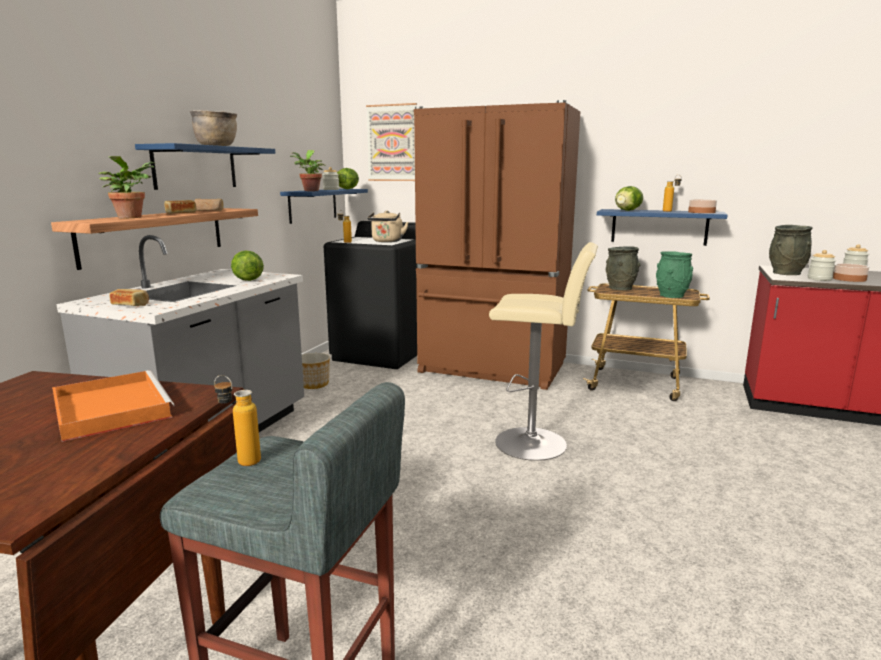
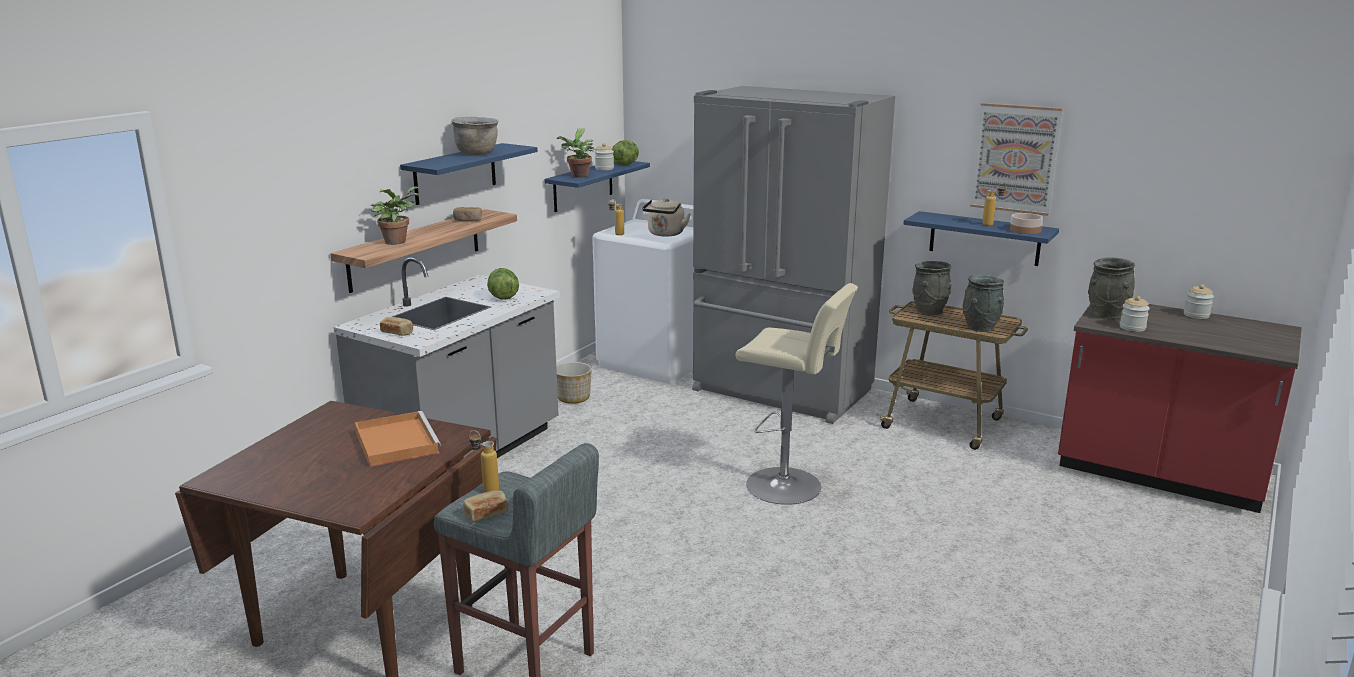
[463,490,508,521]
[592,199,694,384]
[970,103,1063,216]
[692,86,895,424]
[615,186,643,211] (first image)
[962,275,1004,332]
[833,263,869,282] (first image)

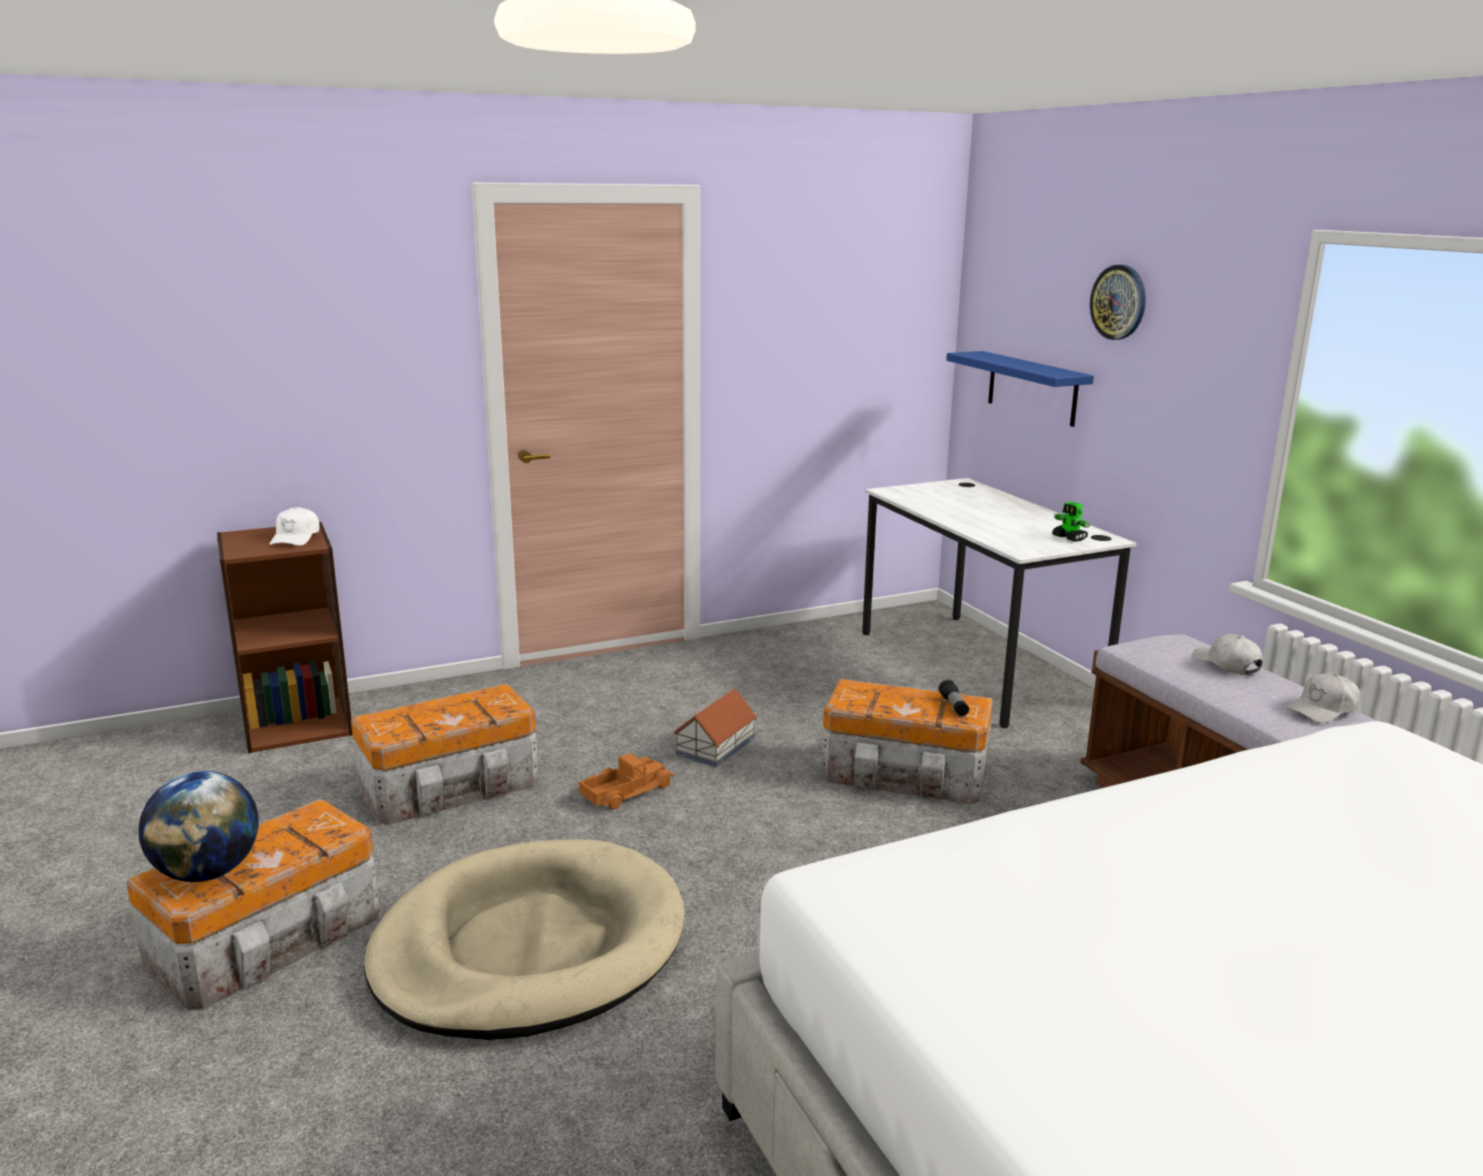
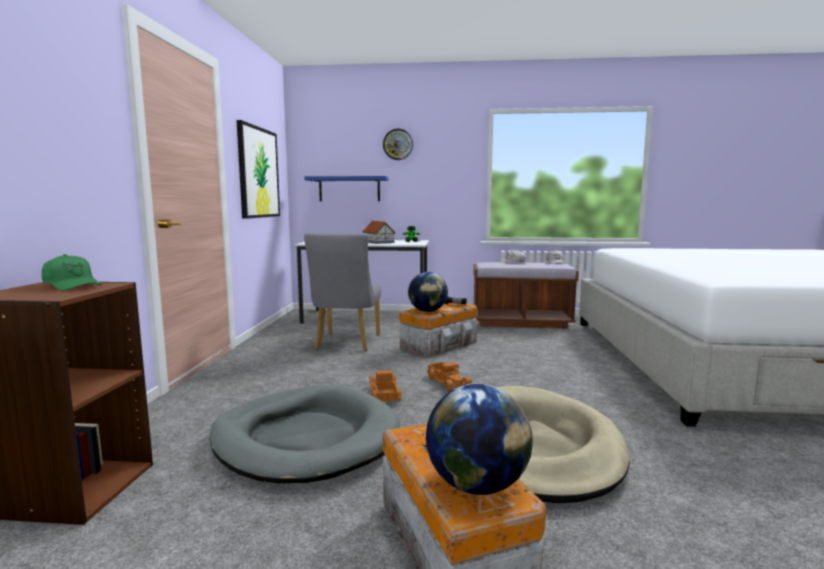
[42,254,102,291]
[209,385,400,483]
[362,221,396,244]
[237,120,280,219]
[304,233,381,351]
[408,272,448,312]
[426,362,472,392]

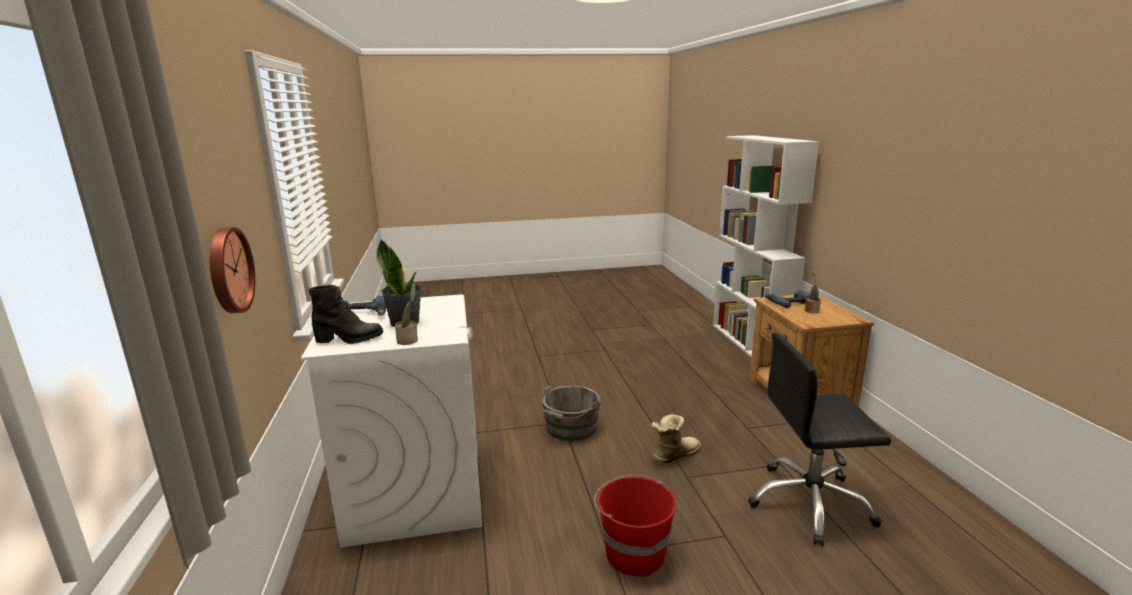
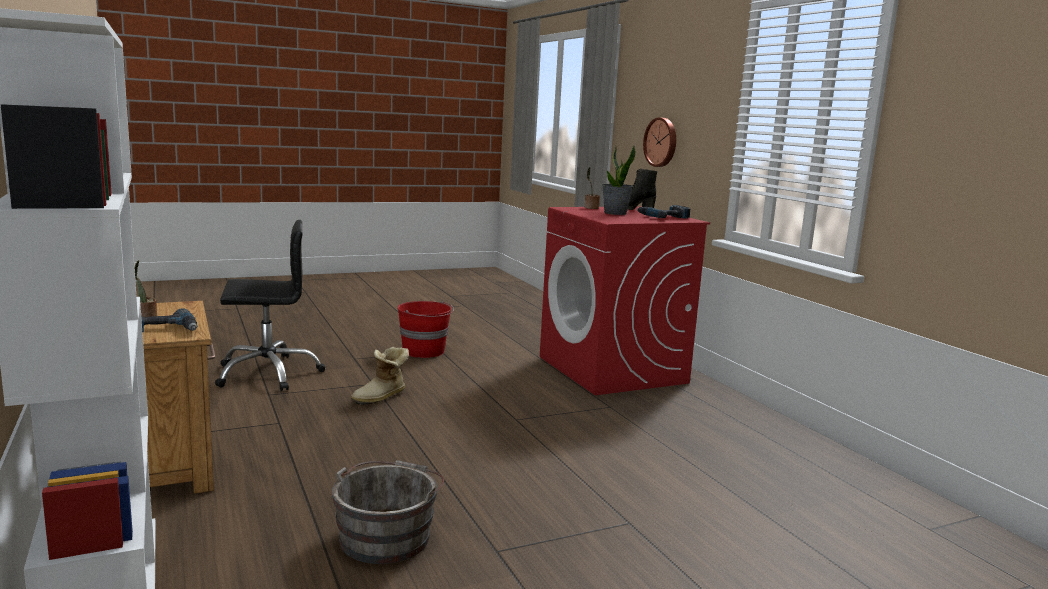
[540,207,710,395]
[332,460,444,564]

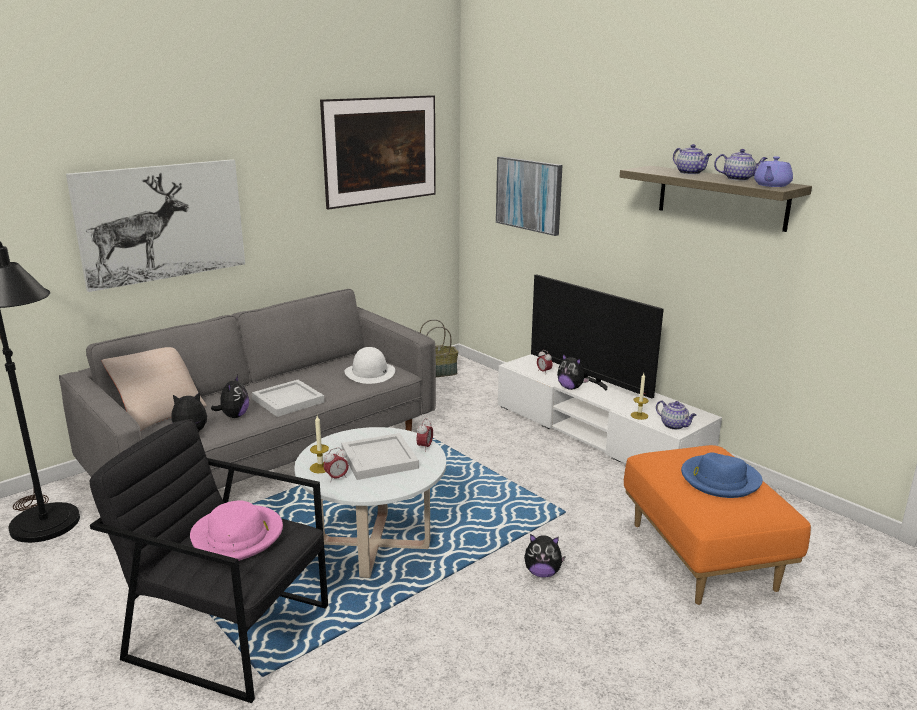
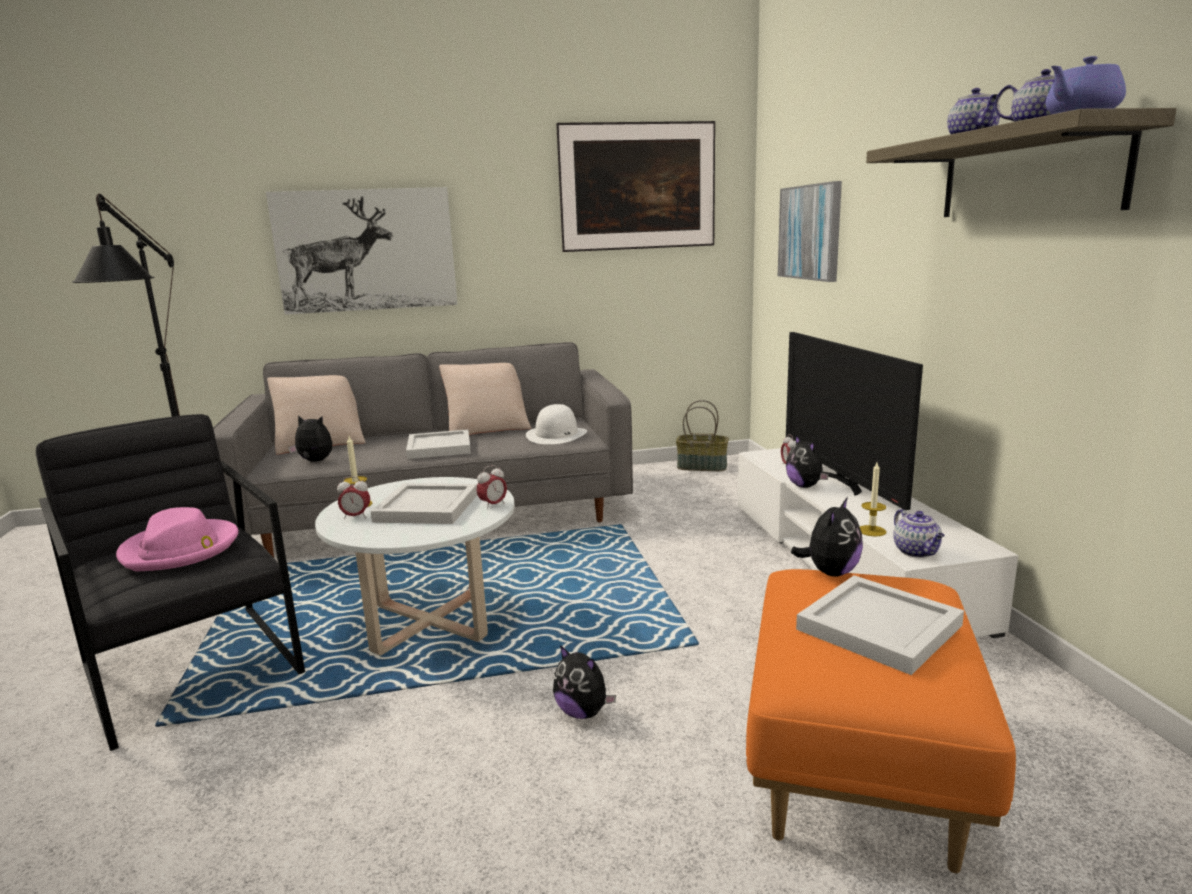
[791,497,863,577]
[796,575,964,675]
[439,363,531,435]

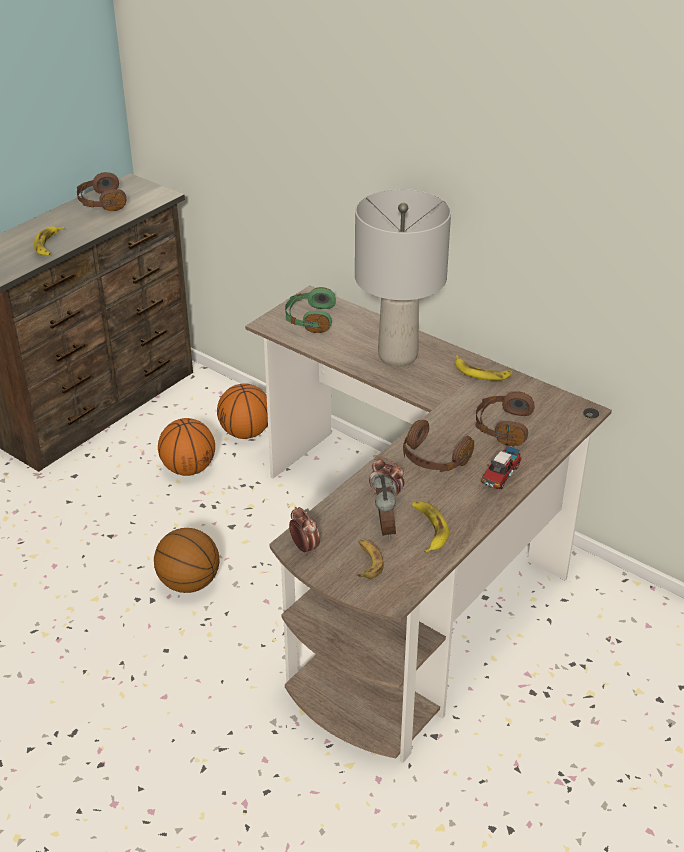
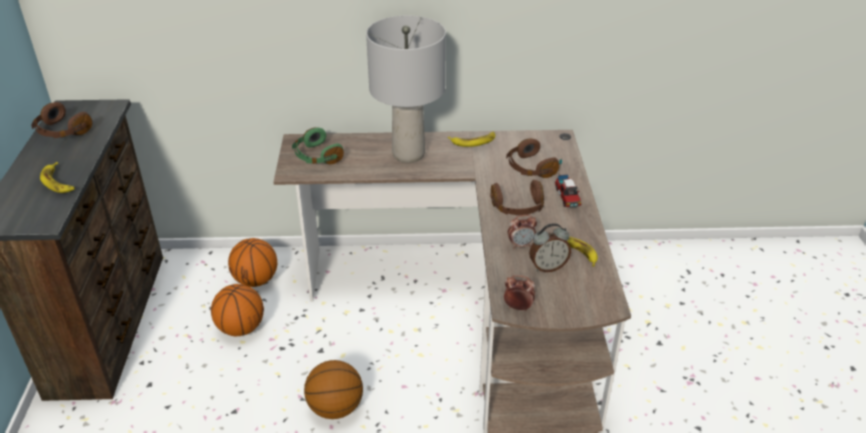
[357,540,384,579] (first image)
[529,223,571,272]

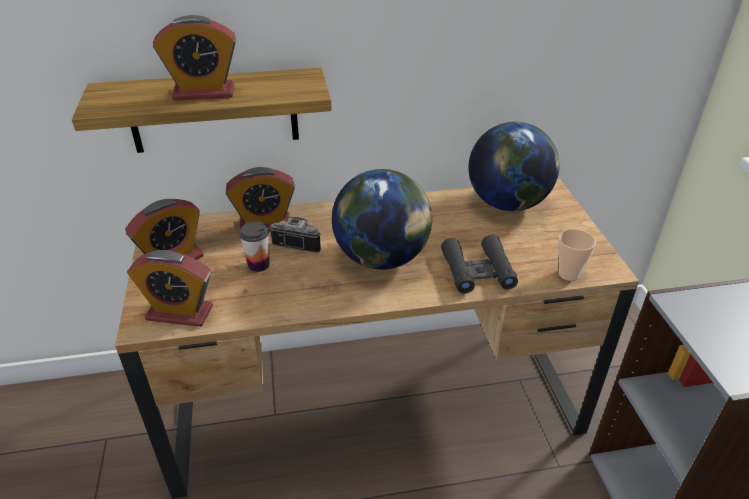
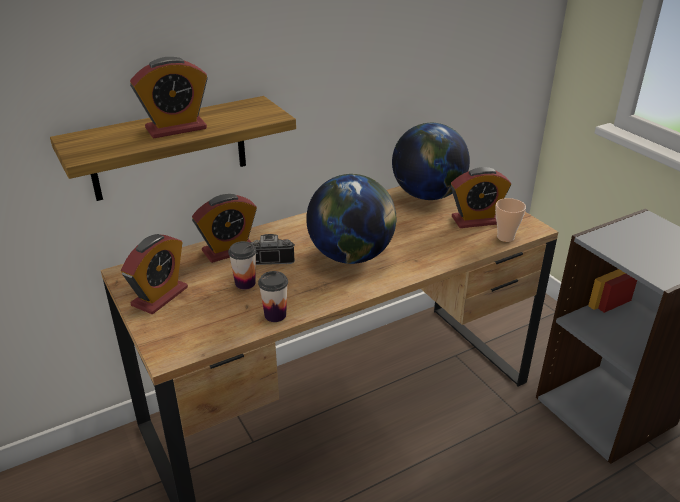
[451,167,511,228]
[441,235,518,294] (first image)
[258,271,288,322]

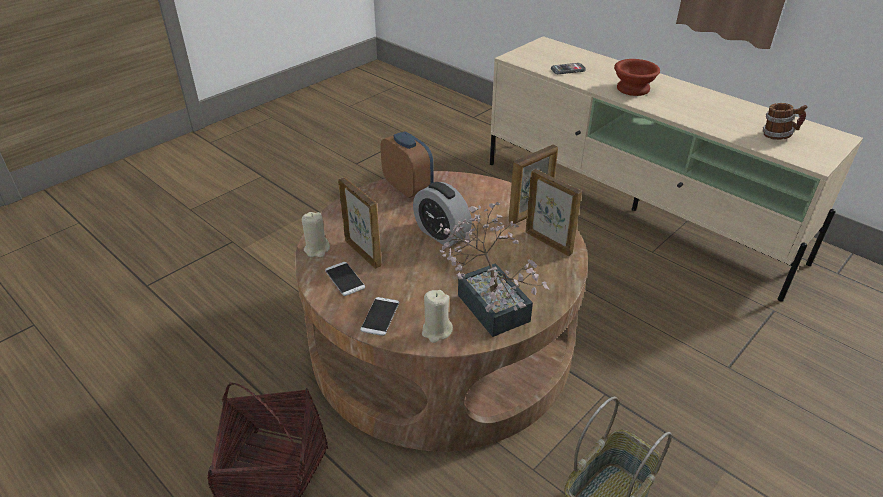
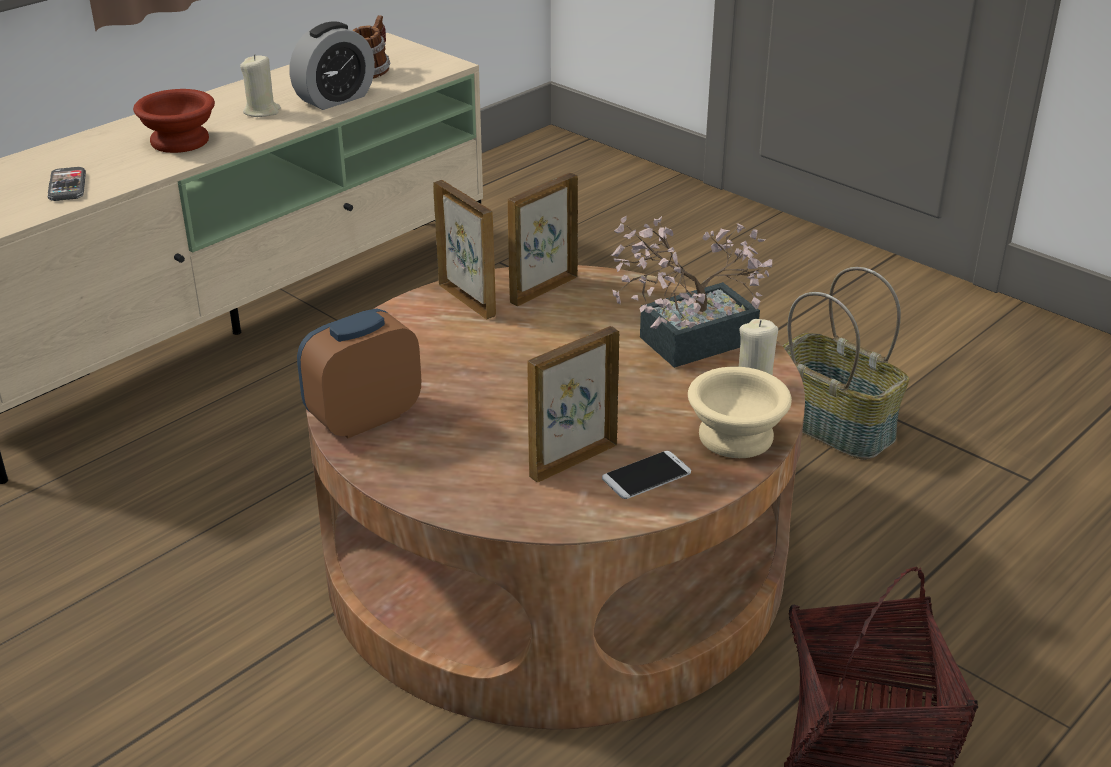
[240,54,281,117]
[688,367,792,458]
[290,21,375,110]

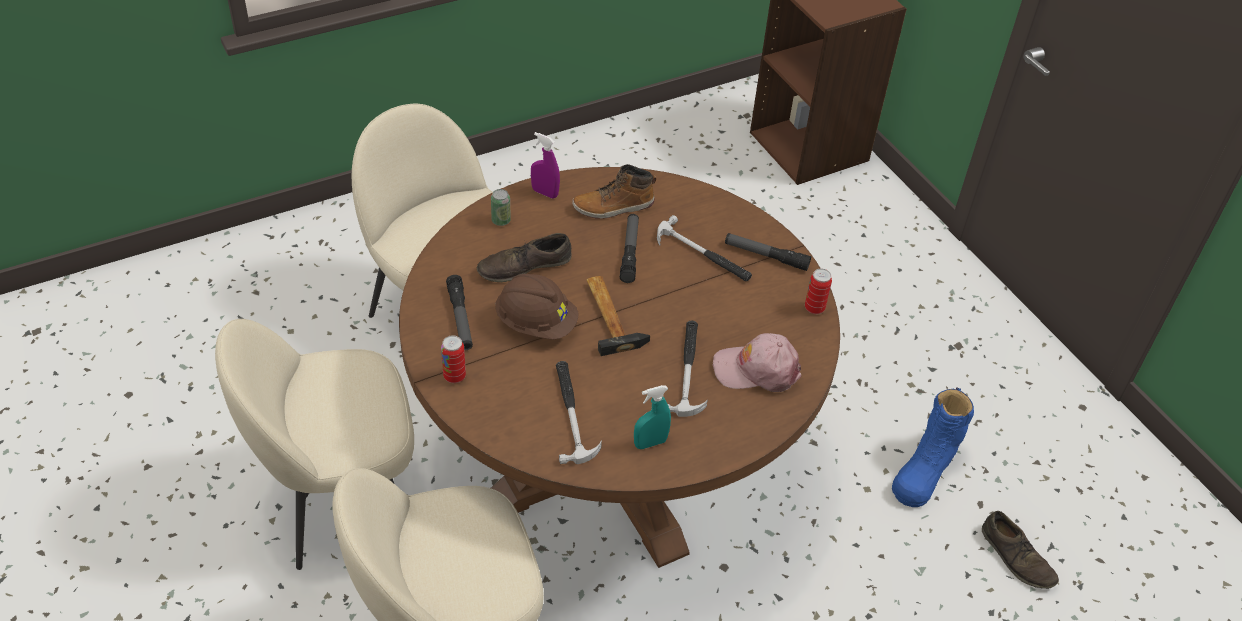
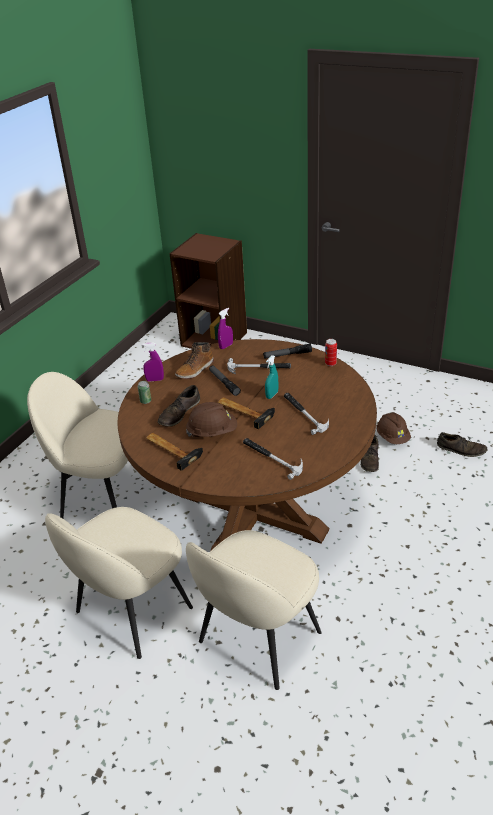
[441,335,466,383] (first image)
[146,433,203,471]
[265,355,278,399]
[713,333,801,392] (first image)
[376,412,411,444]
[218,308,233,349]
[360,435,379,472]

